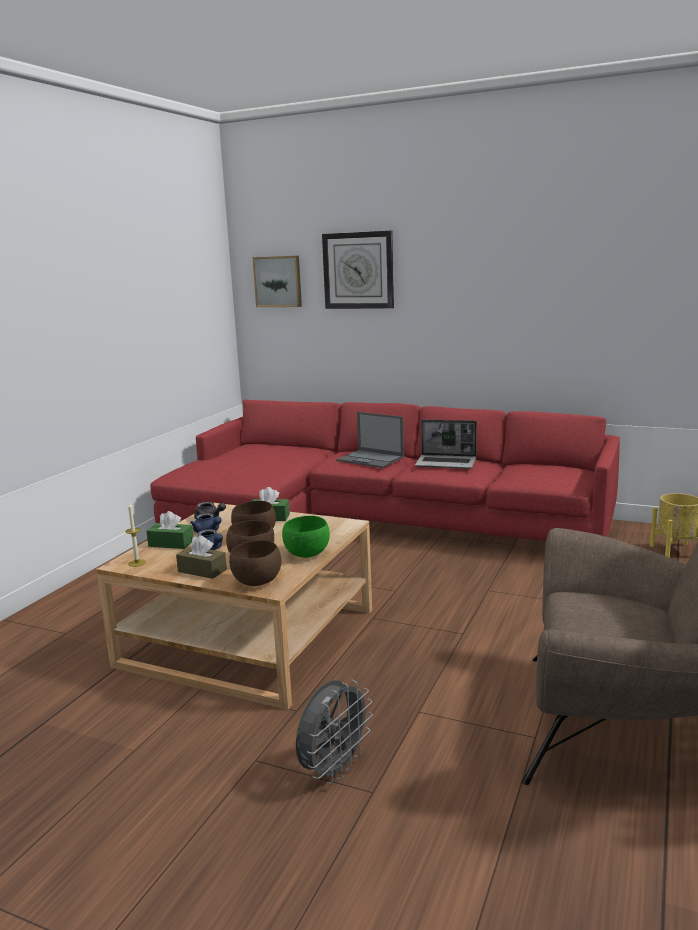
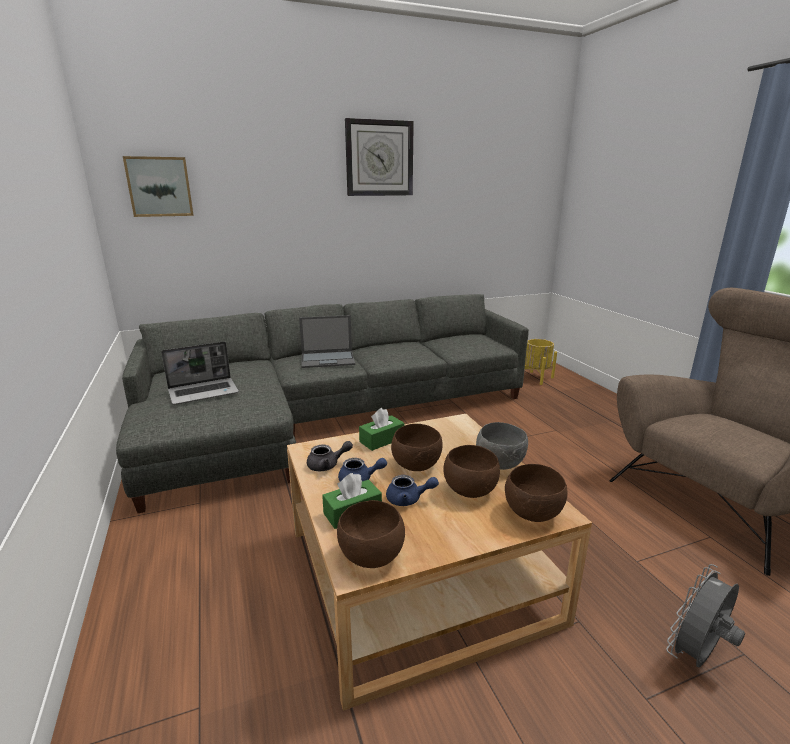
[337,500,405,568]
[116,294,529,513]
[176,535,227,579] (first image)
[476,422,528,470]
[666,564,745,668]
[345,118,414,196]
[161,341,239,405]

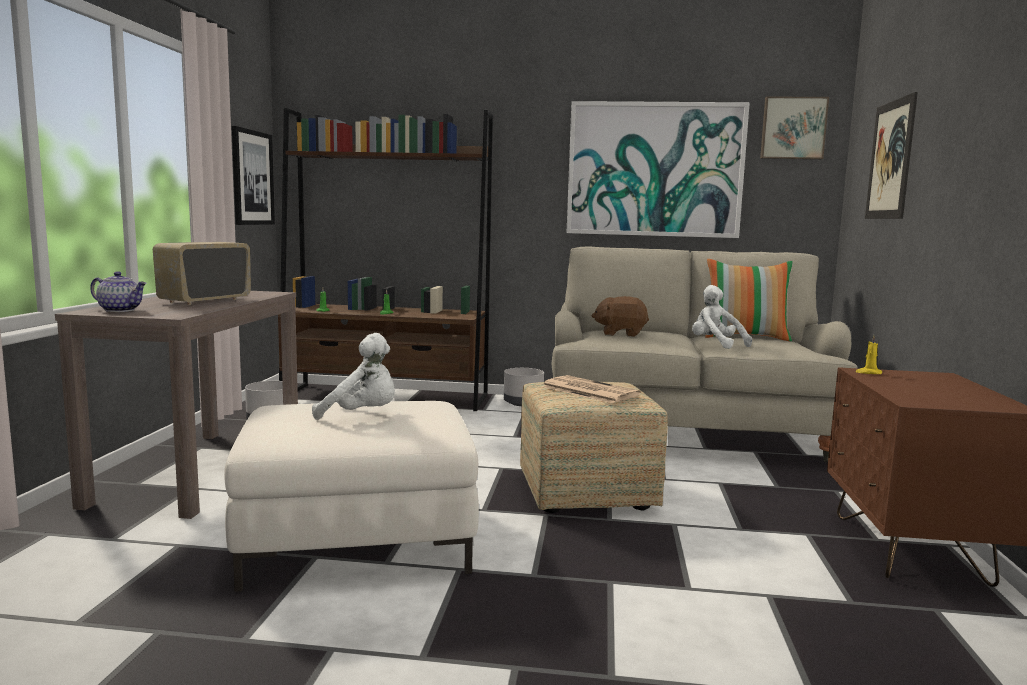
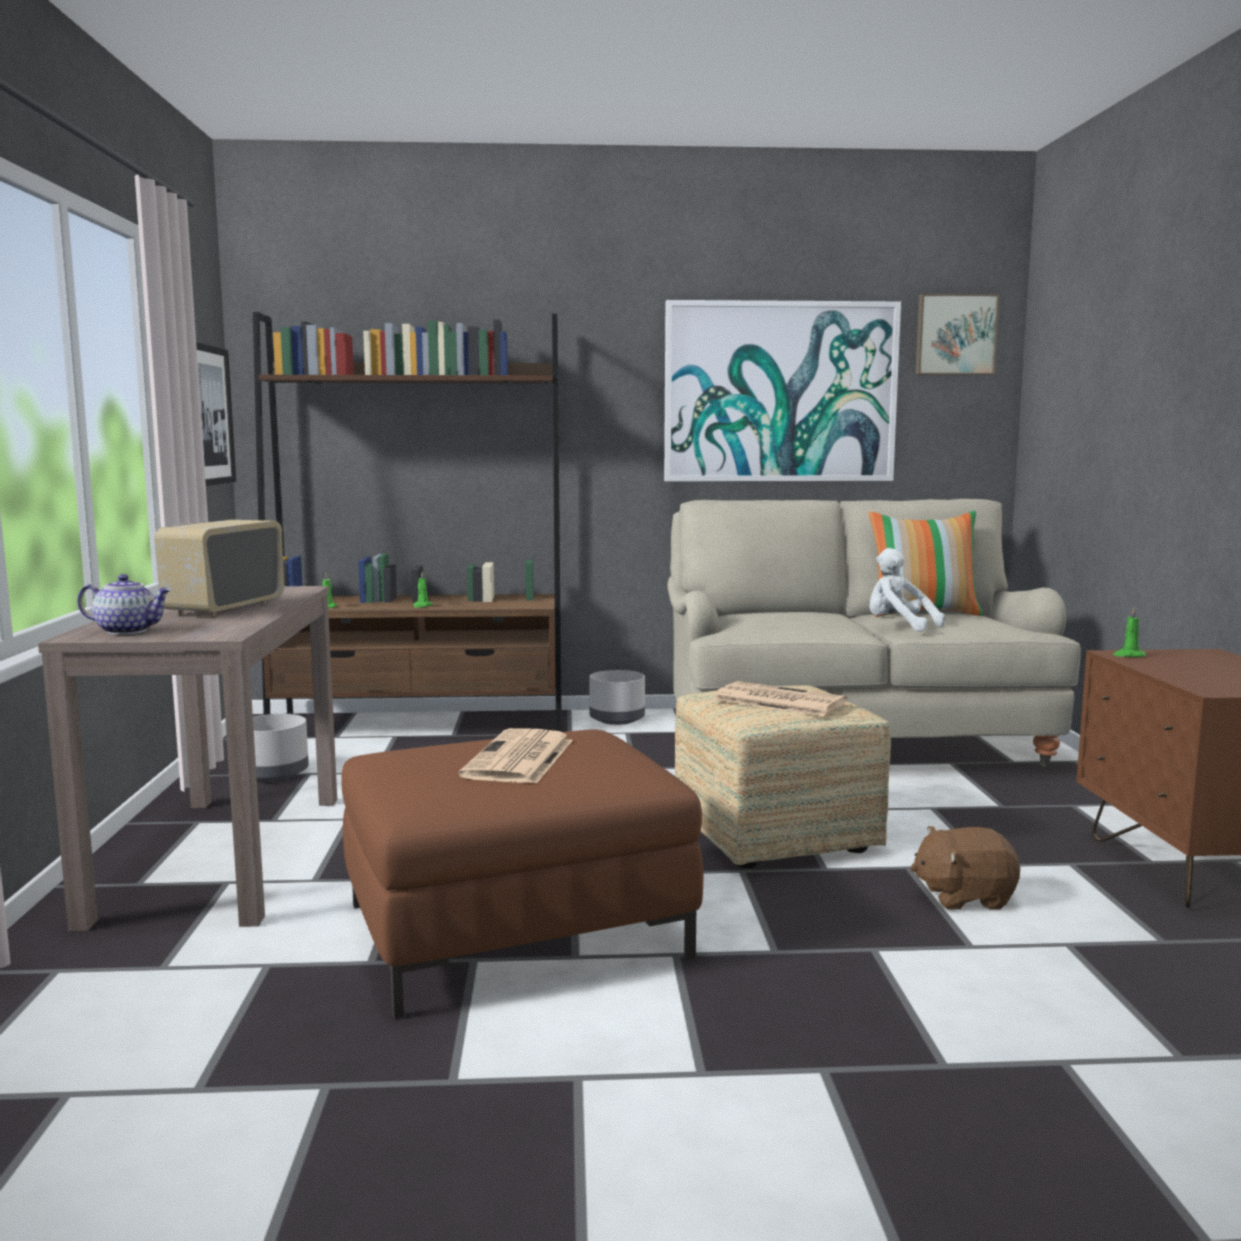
[341,730,703,1019]
[458,728,573,784]
[910,826,1020,910]
[1113,608,1146,657]
[865,92,918,219] (first image)

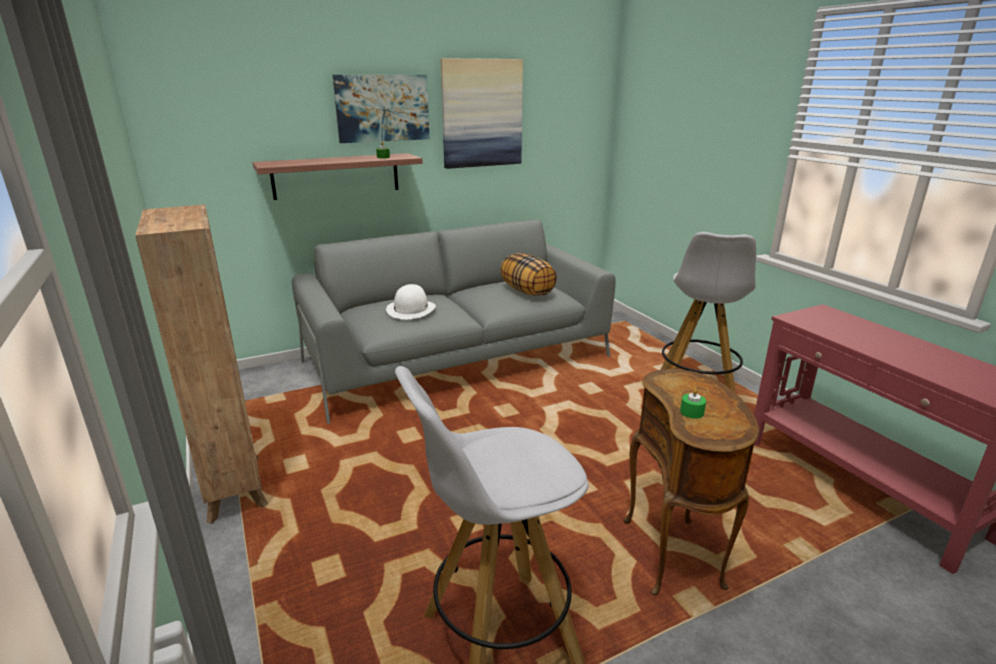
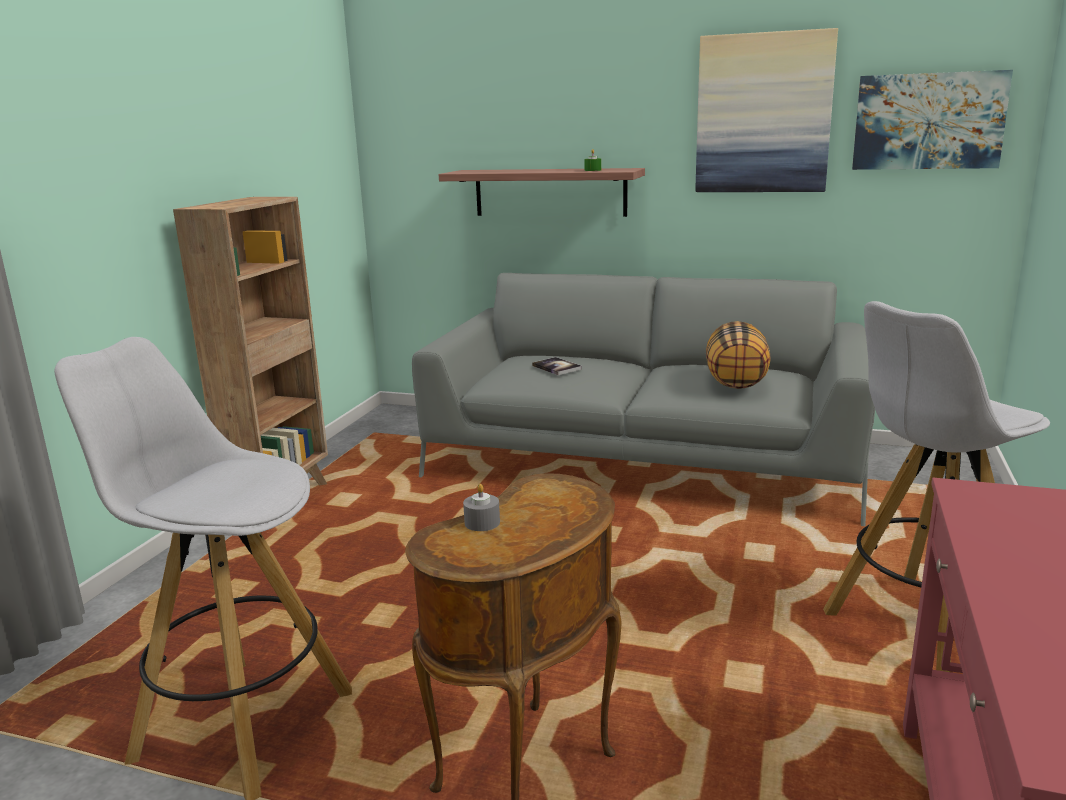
[852,70,1013,170]
[532,357,582,375]
[463,484,500,531]

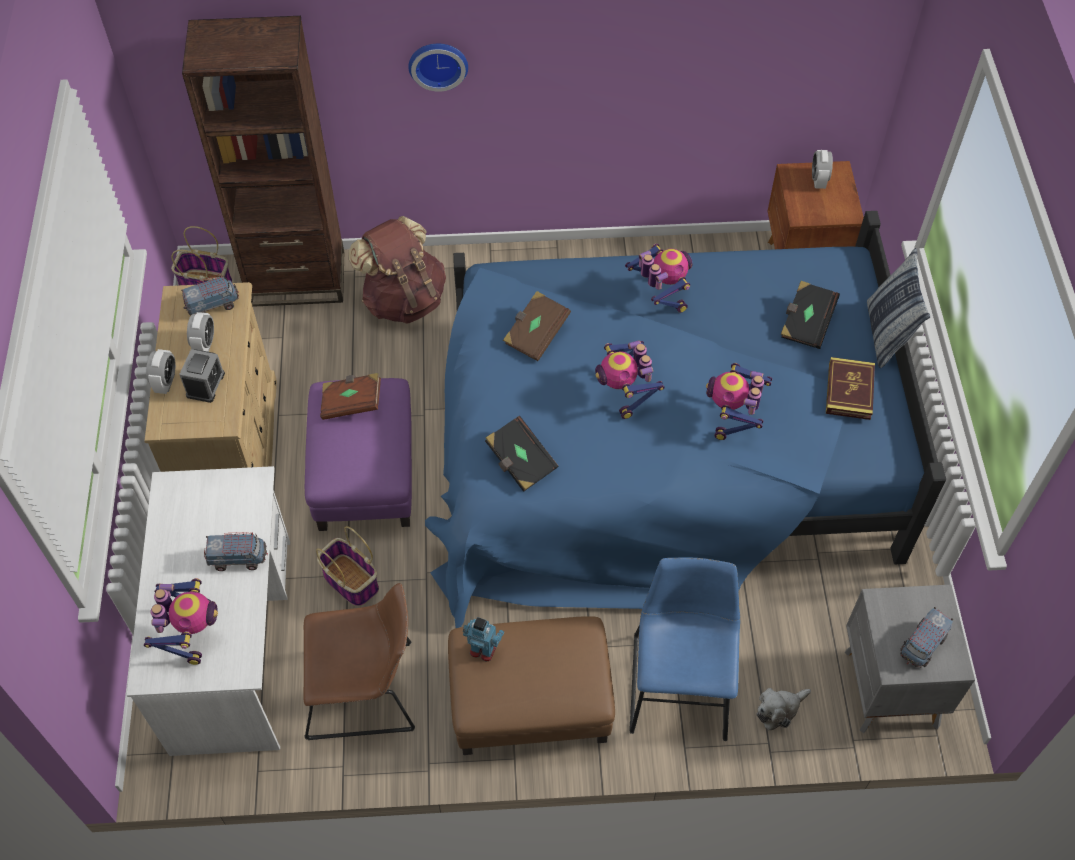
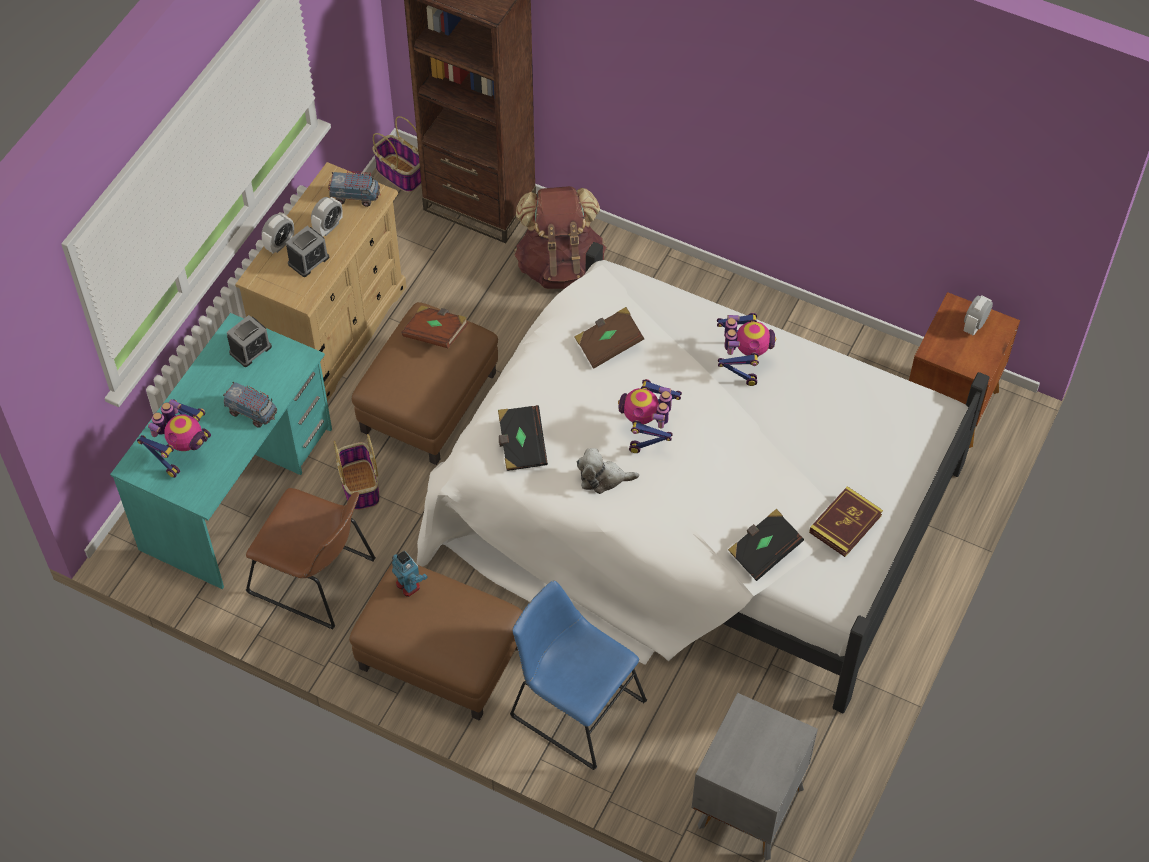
[110,313,332,589]
[352,302,498,465]
[408,44,468,92] (first image)
[417,242,990,713]
[510,580,647,770]
[706,363,772,440] (first image)
[577,448,639,494]
[728,509,804,581]
[867,248,930,368] (first image)
[900,607,953,668] (first image)
[227,315,272,367]

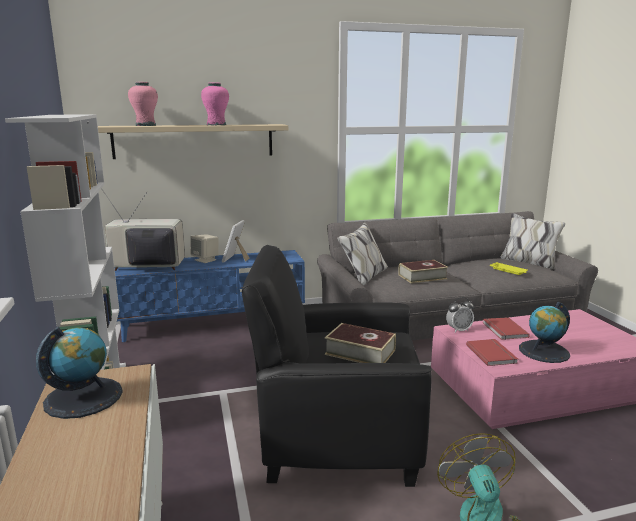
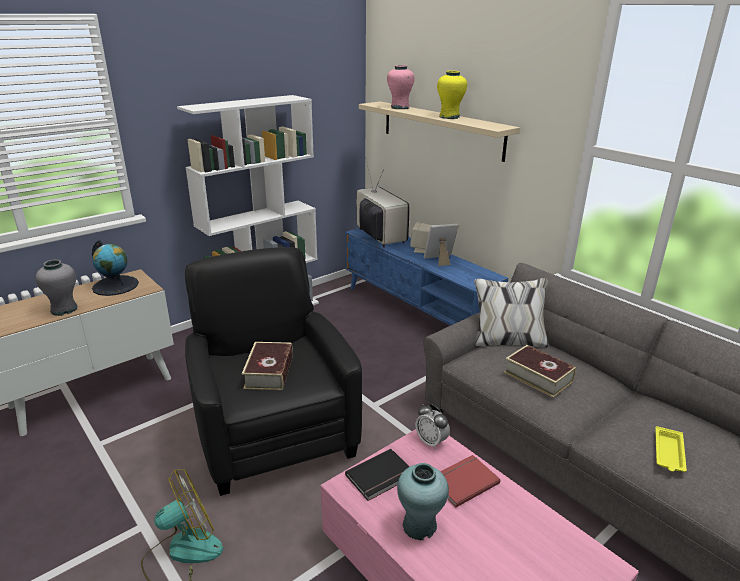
[437,70,467,119]
[345,449,410,501]
[397,463,449,540]
[36,259,77,316]

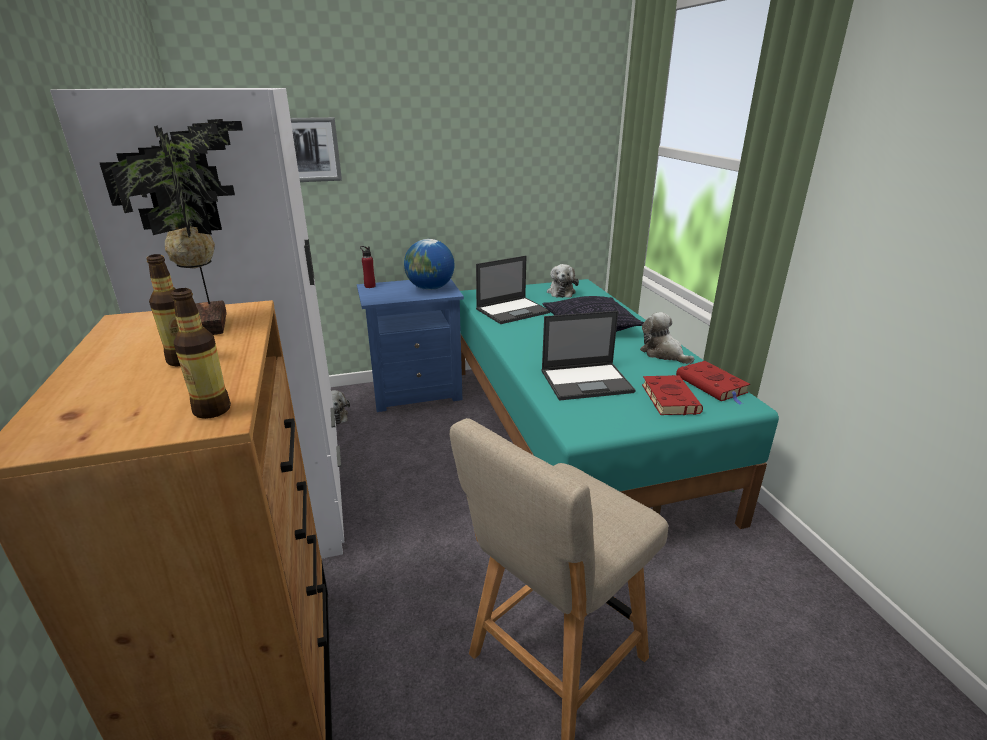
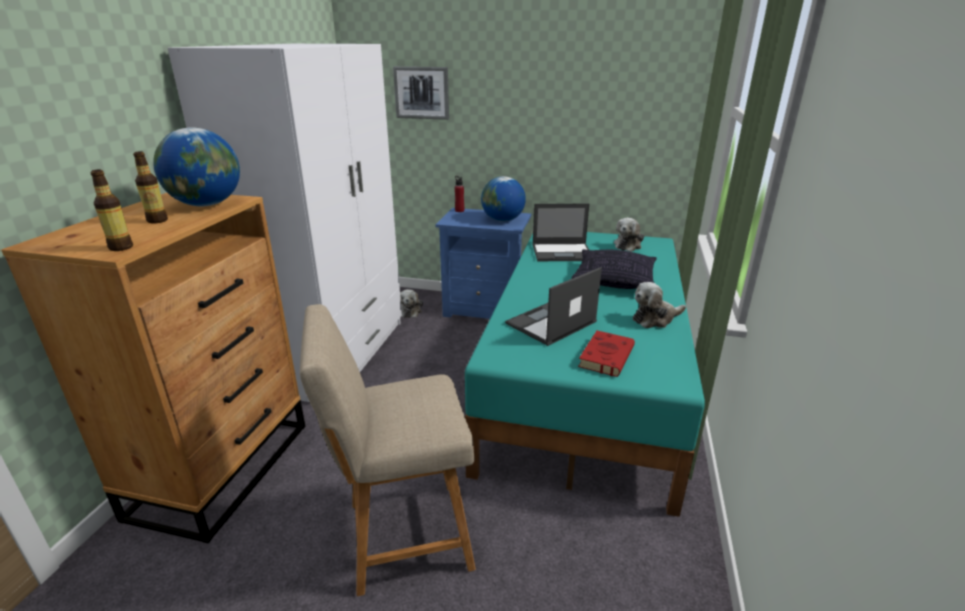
[153,127,240,206]
[505,267,602,346]
[633,282,686,328]
[676,361,750,404] (first image)

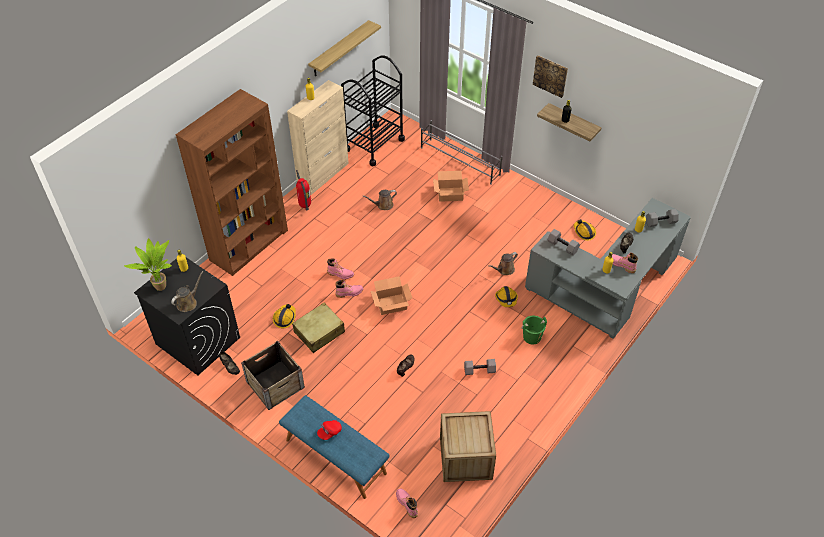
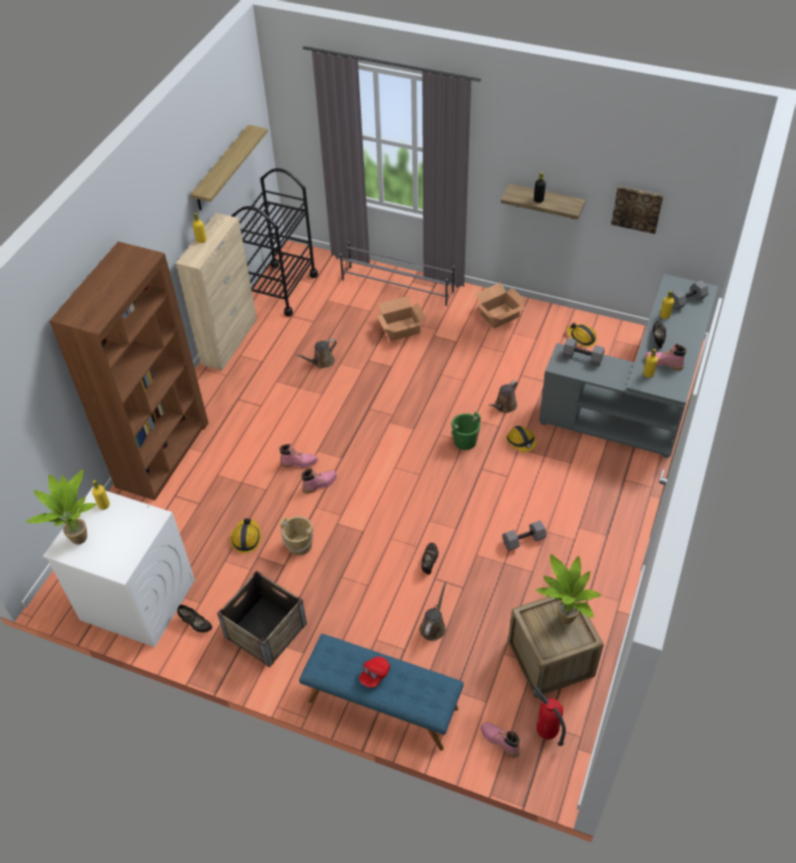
[43,487,195,647]
[420,581,447,641]
[280,516,313,556]
[533,685,566,746]
[476,282,526,329]
[451,412,481,450]
[611,186,664,234]
[536,554,602,624]

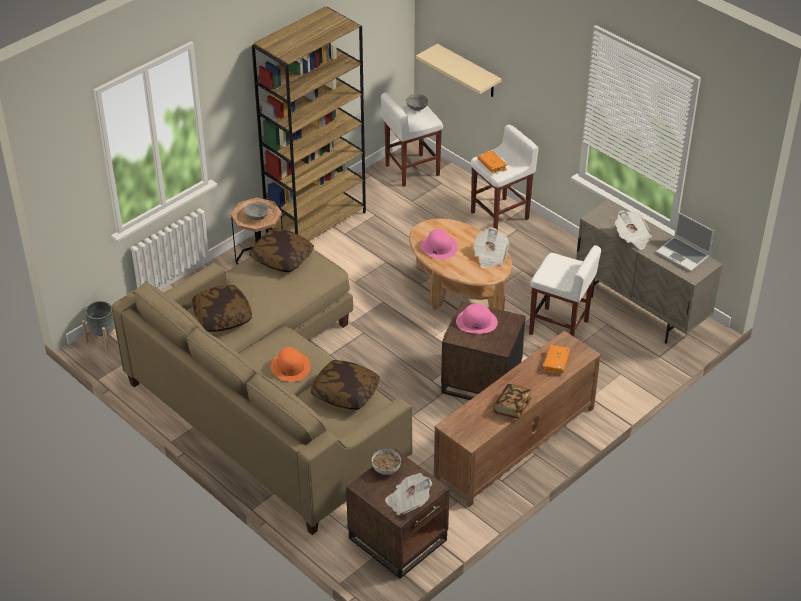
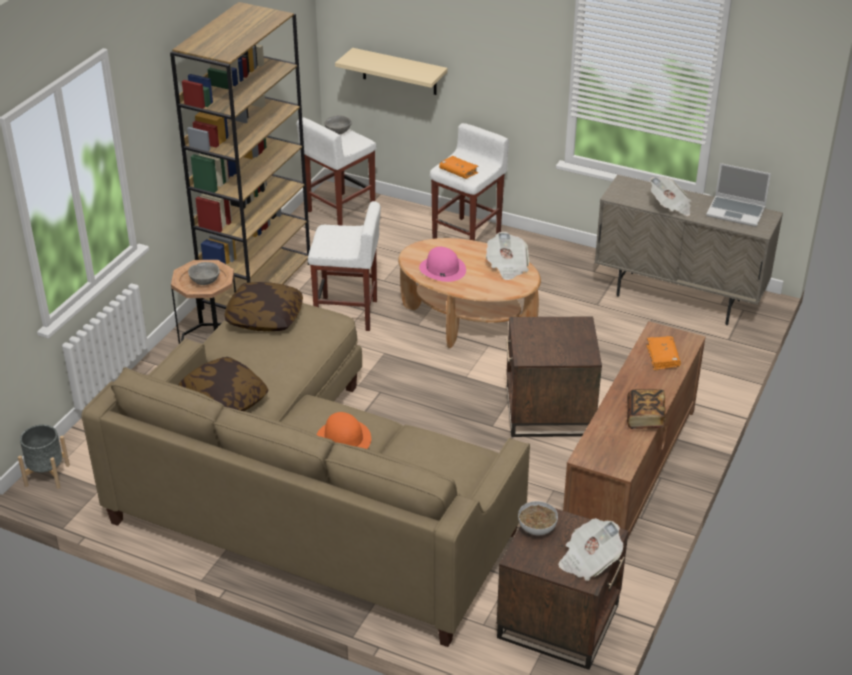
[311,360,379,410] (first image)
[456,304,498,334] (first image)
[308,201,381,331]

